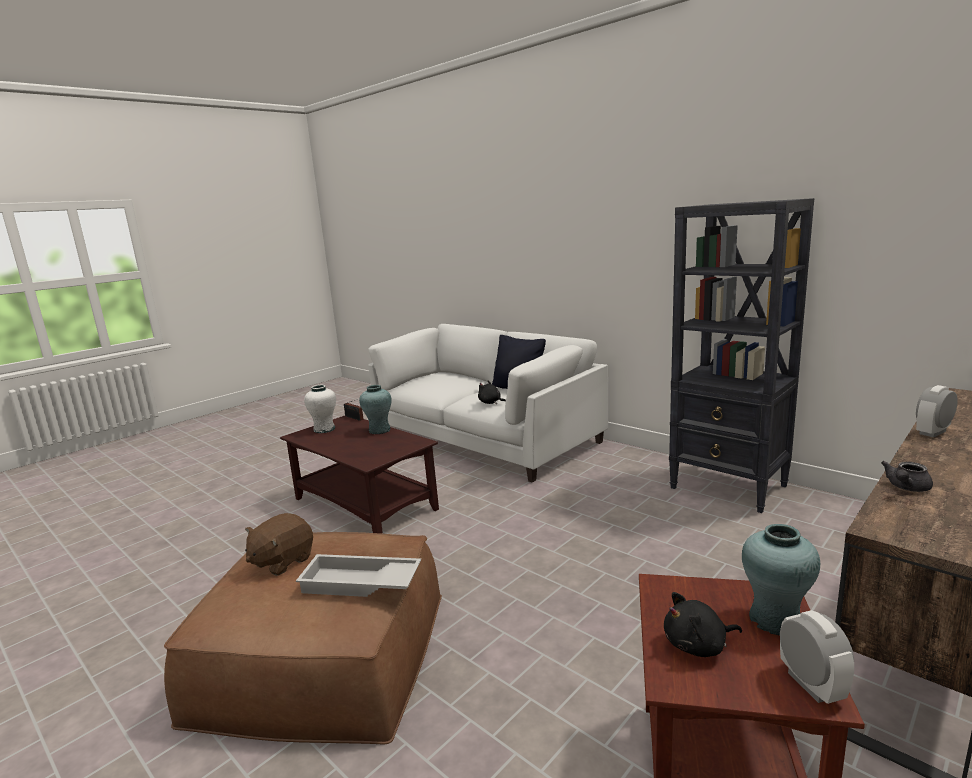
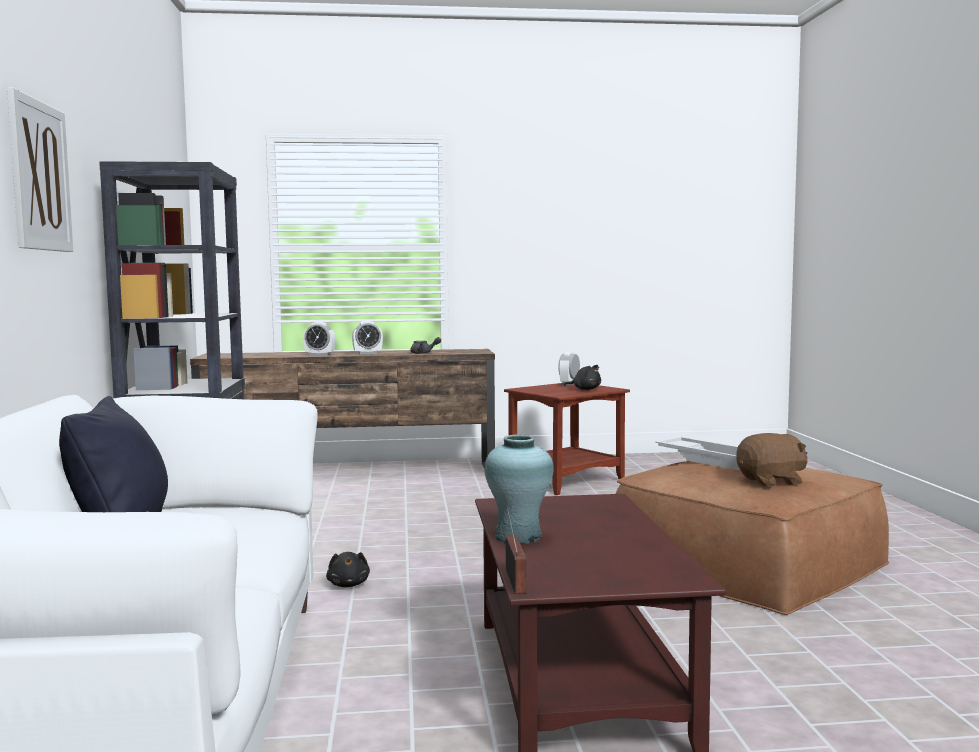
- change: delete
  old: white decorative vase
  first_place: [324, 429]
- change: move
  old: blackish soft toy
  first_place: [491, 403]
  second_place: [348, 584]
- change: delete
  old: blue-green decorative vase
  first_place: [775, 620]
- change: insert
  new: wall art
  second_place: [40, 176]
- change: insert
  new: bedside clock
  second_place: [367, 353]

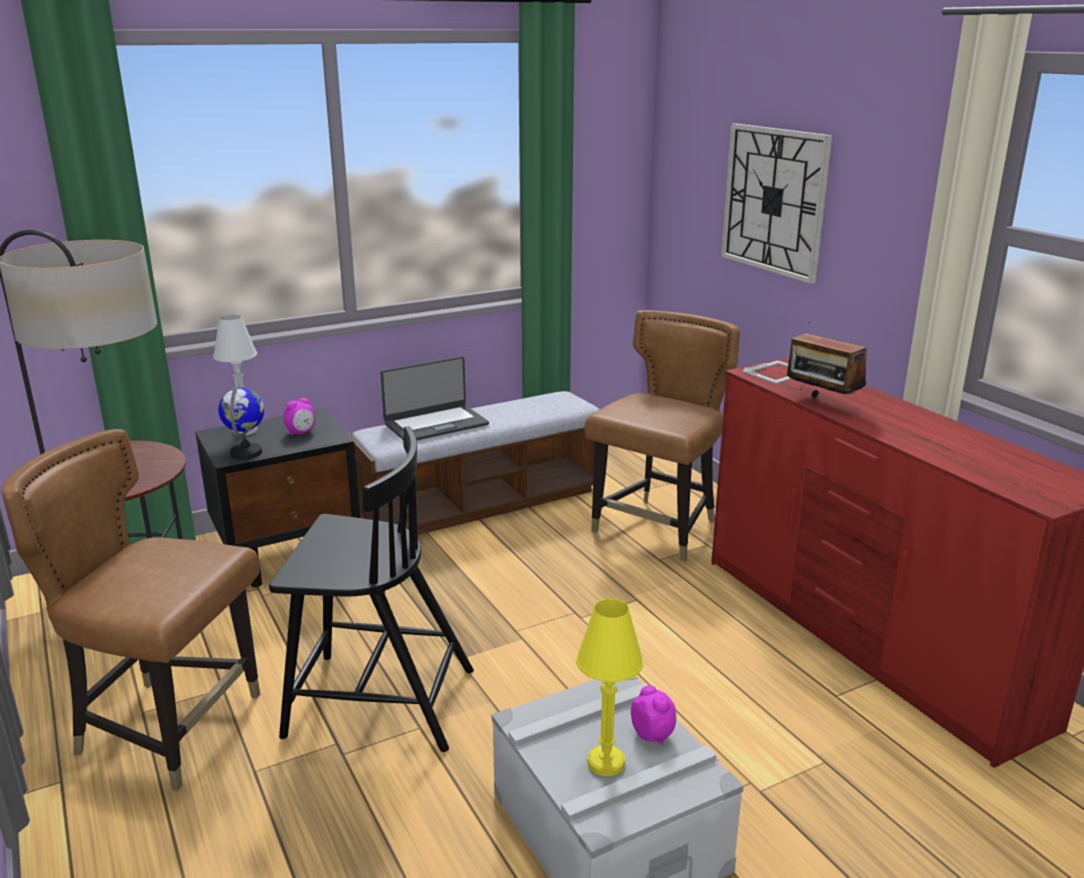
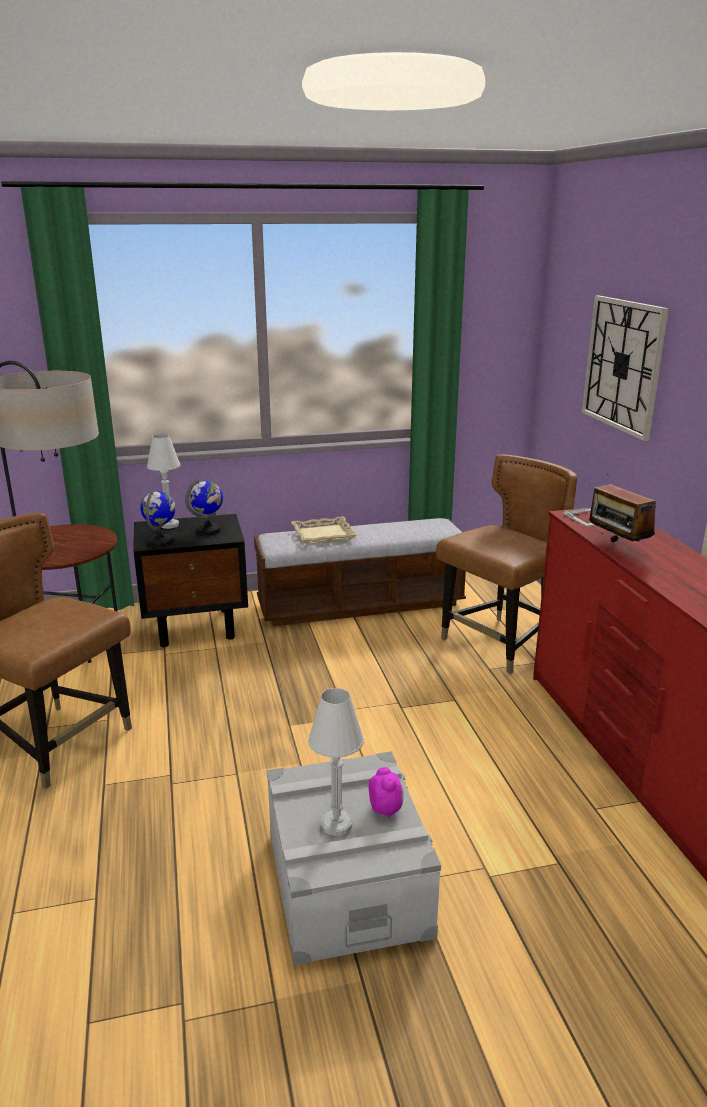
- change: delete
  old: blackish chair
  first_place: [377, 702]
- change: replace
  old: bedside clock
  new: world globe
  first_place: [301, 432]
  second_place: [208, 531]
- change: replace
  old: laptop
  new: sand-coloured carrying tray
  first_place: [435, 424]
  second_place: [323, 534]
- change: recolor
  old: yellowish table lamp
  new: white table lamp
  first_place: [606, 763]
  second_place: [336, 824]

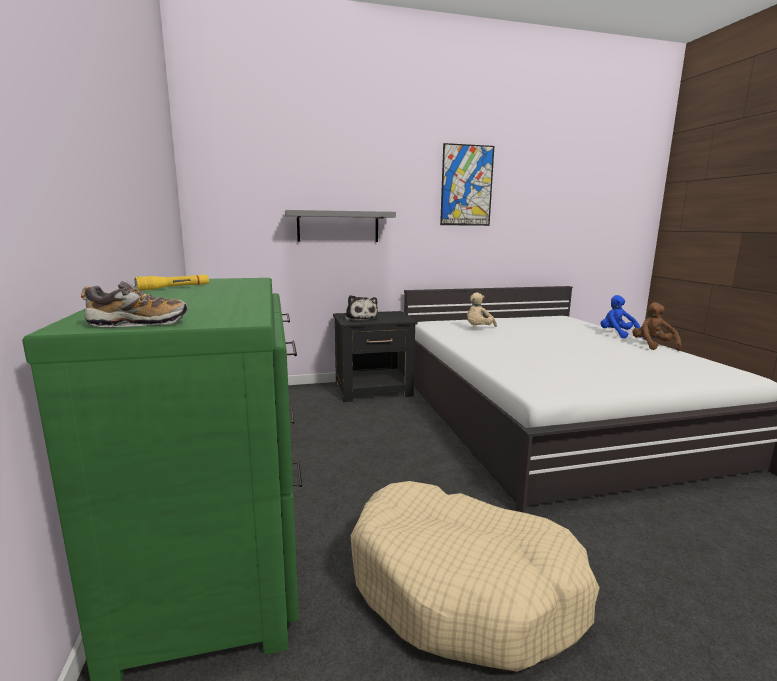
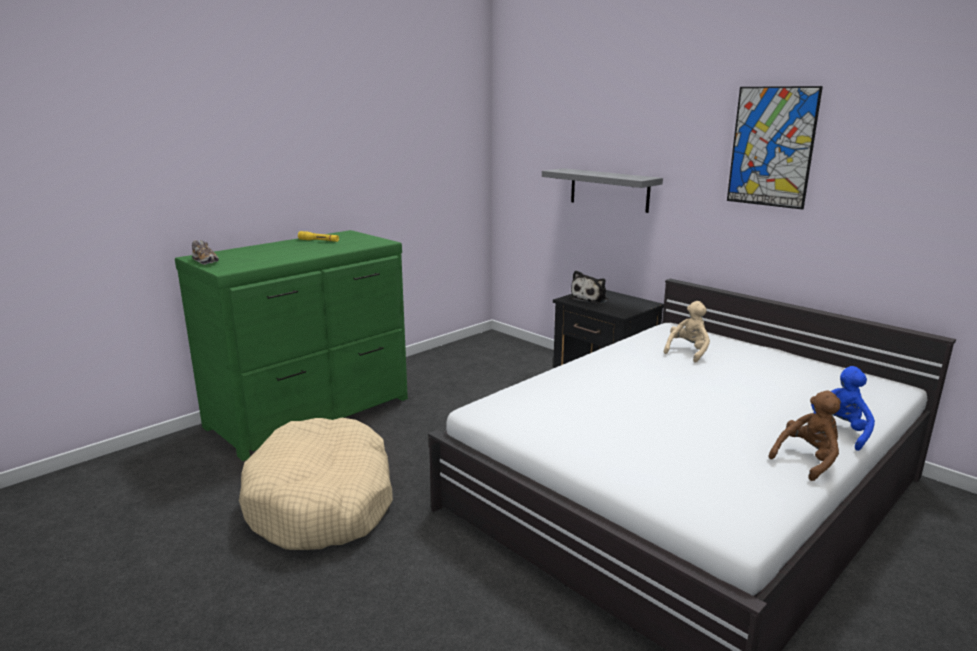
- change: rotate
  old: sand-coloured soft toy
  first_place: [478, 329]
  second_place: [688, 352]
  degrees: 120

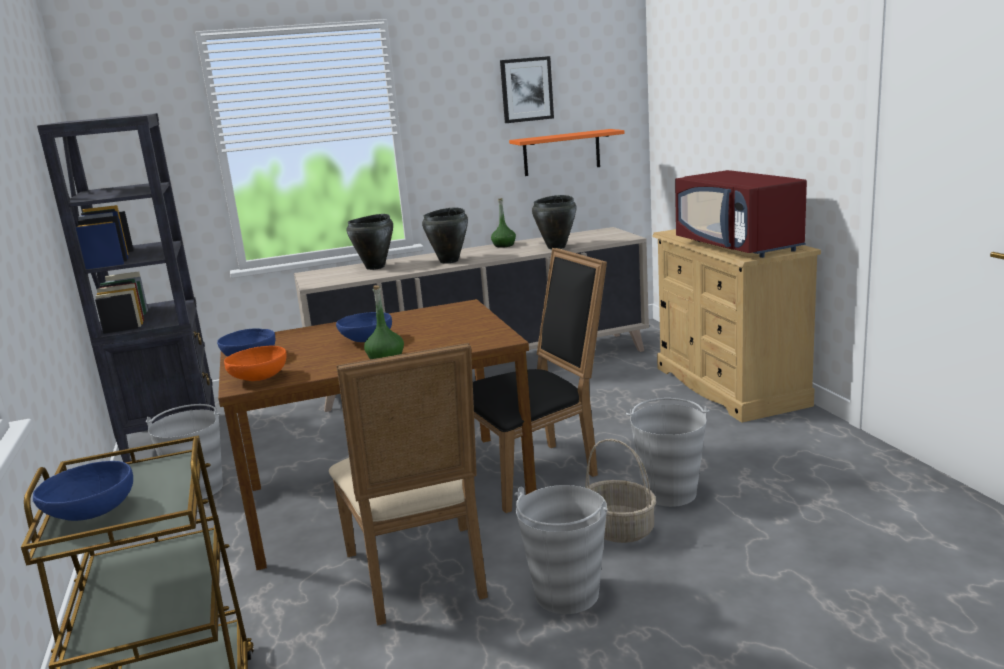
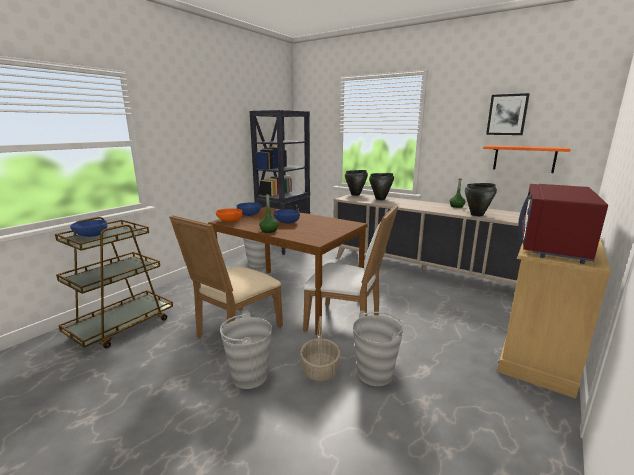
- change: move
  old: blackish cooking pot
  first_place: [449, 261]
  second_place: [355, 194]
- change: recolor
  old: blackish chair
  new: white chair
  first_place: [535, 472]
  second_place: [347, 323]

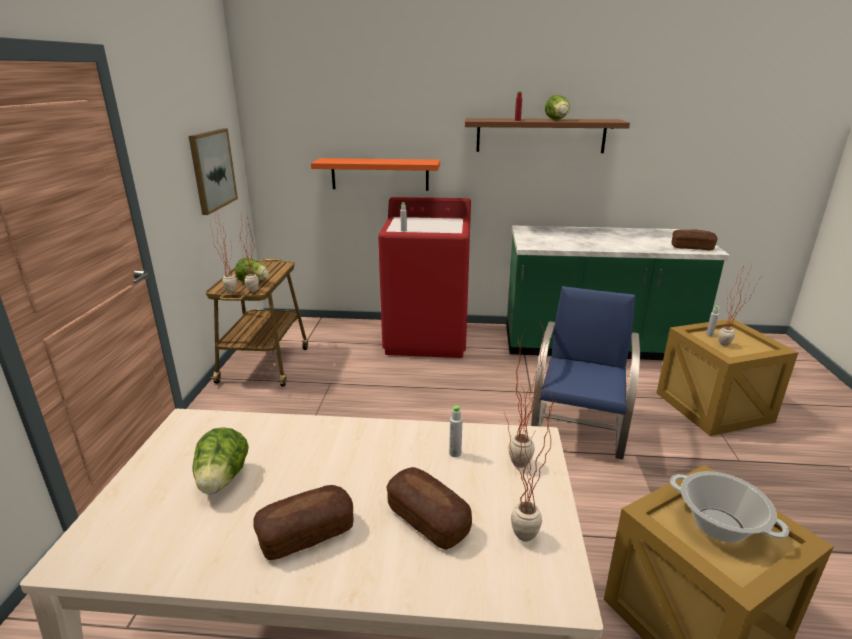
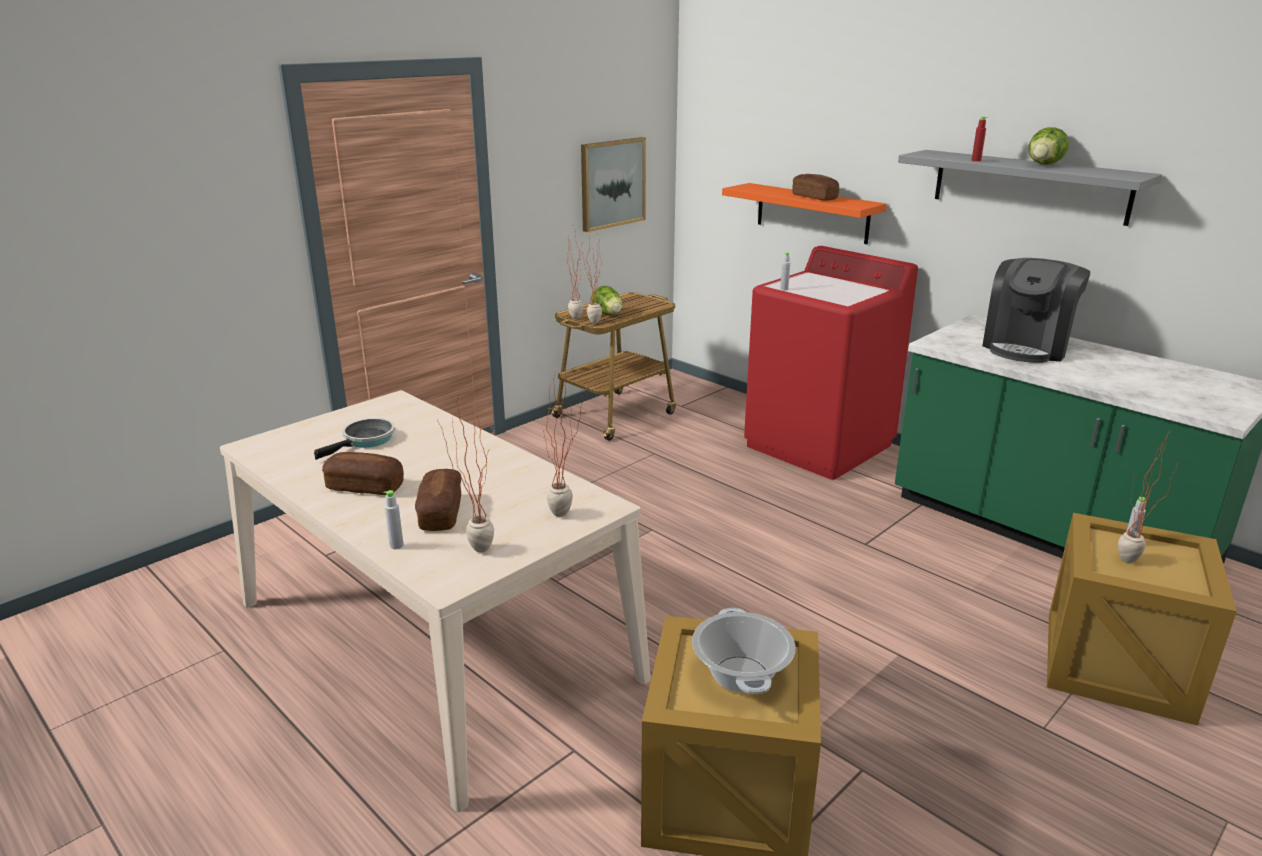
- change: replace
  old: head of lettuce
  new: skillet
  first_place: [222, 480]
  second_place: [366, 440]
- change: move
  old: greyish bottle
  first_place: [455, 453]
  second_place: [396, 546]
- change: recolor
  old: brown bracket shelf
  new: greyish bracket shelf
  first_place: [540, 135]
  second_place: [1029, 186]
- change: delete
  old: blue chair
  first_place: [579, 428]
- change: move
  old: bakery bread
  first_place: [692, 247]
  second_place: [814, 197]
- change: insert
  new: coffee brewer
  second_place: [1027, 347]

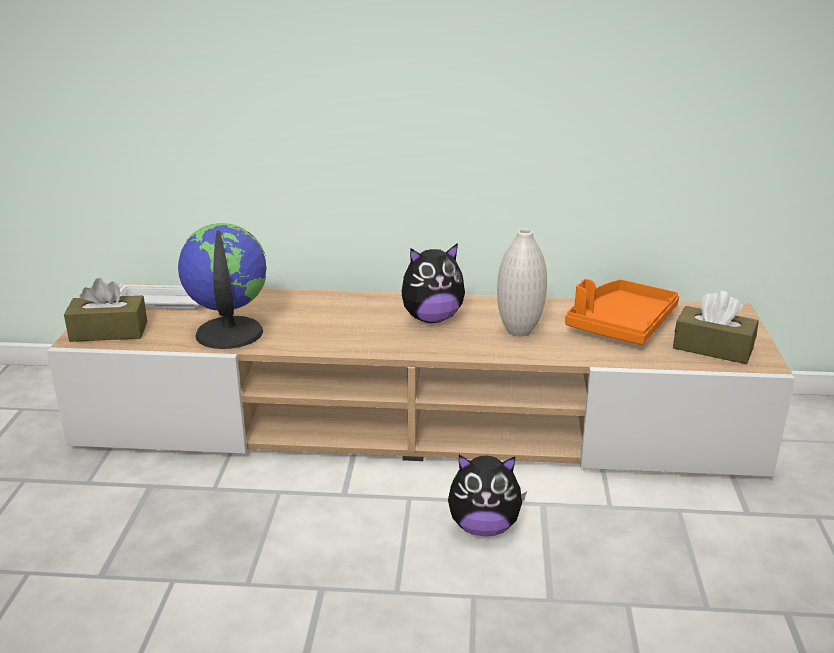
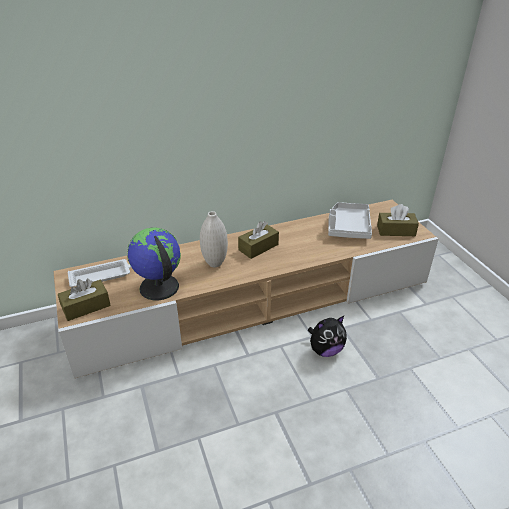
- change: replace
  old: soft toy
  new: brown box of tissues
  first_place: [431, 318]
  second_place: [258, 247]
- change: move
  old: white decorative vase
  first_place: [519, 331]
  second_place: [215, 263]
- change: recolor
  old: orange carrying tray
  new: greyish carrying tray
  first_place: [620, 324]
  second_place: [348, 227]

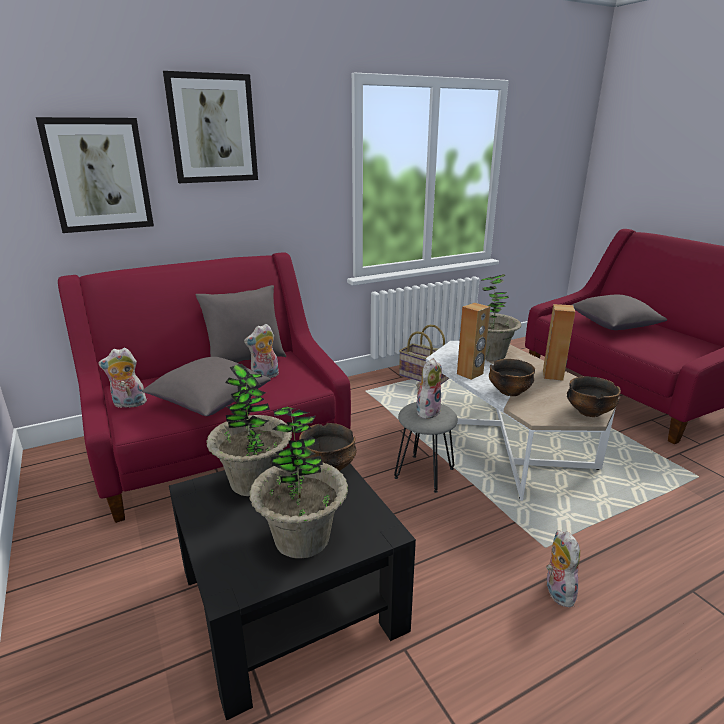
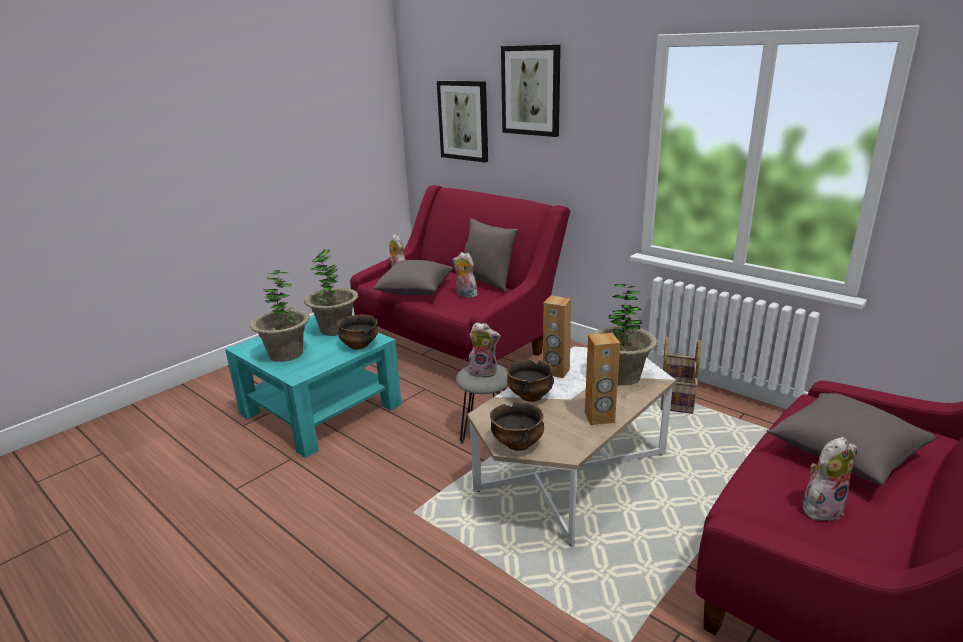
- change: recolor
  old: blackish lounge table
  new: blue-green lounge table
  first_place: [290, 599]
  second_place: [321, 409]
- change: move
  old: soft toy
  first_place: [556, 591]
  second_place: [821, 507]

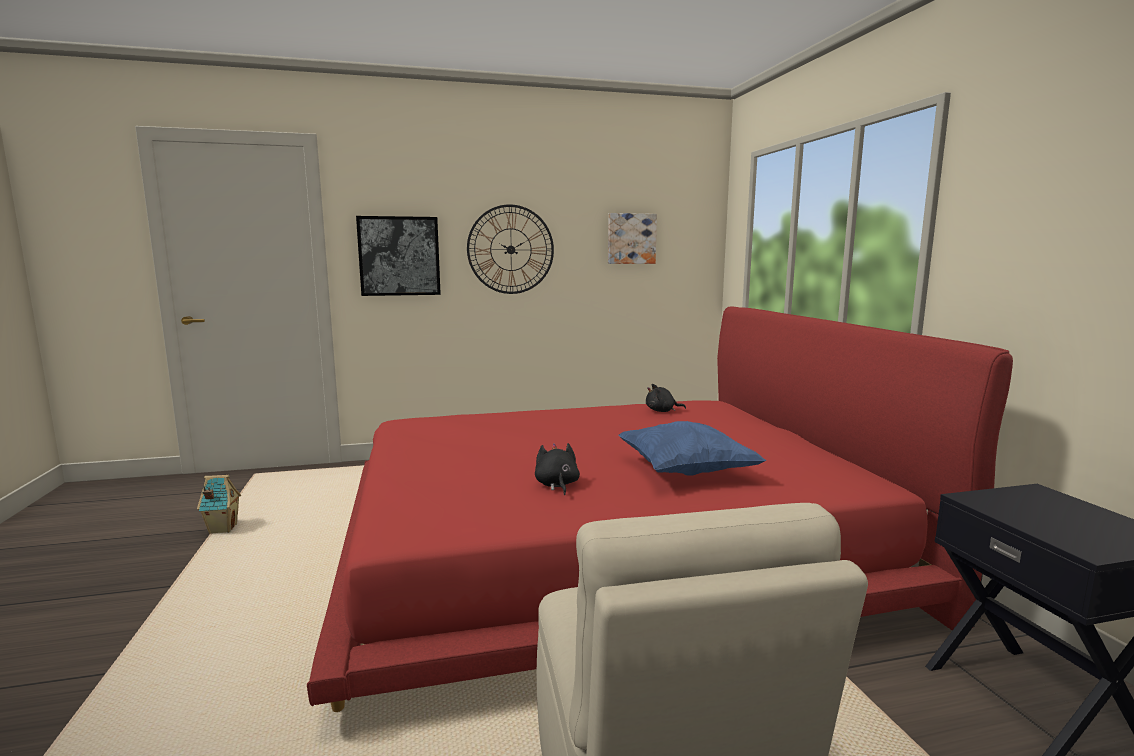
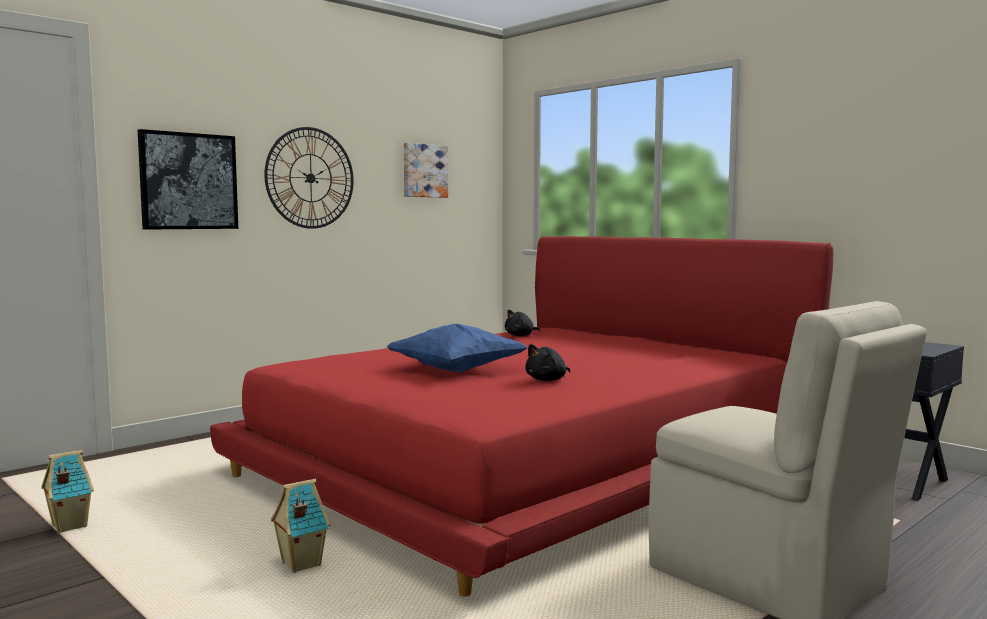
- change: rotate
  old: blackish soft toy
  first_place: [556, 485]
  second_place: [548, 380]
  degrees: -90
- change: move
  old: blue throw pillow
  first_place: [685, 471]
  second_place: [456, 371]
- change: insert
  new: toy house
  second_place: [300, 566]

